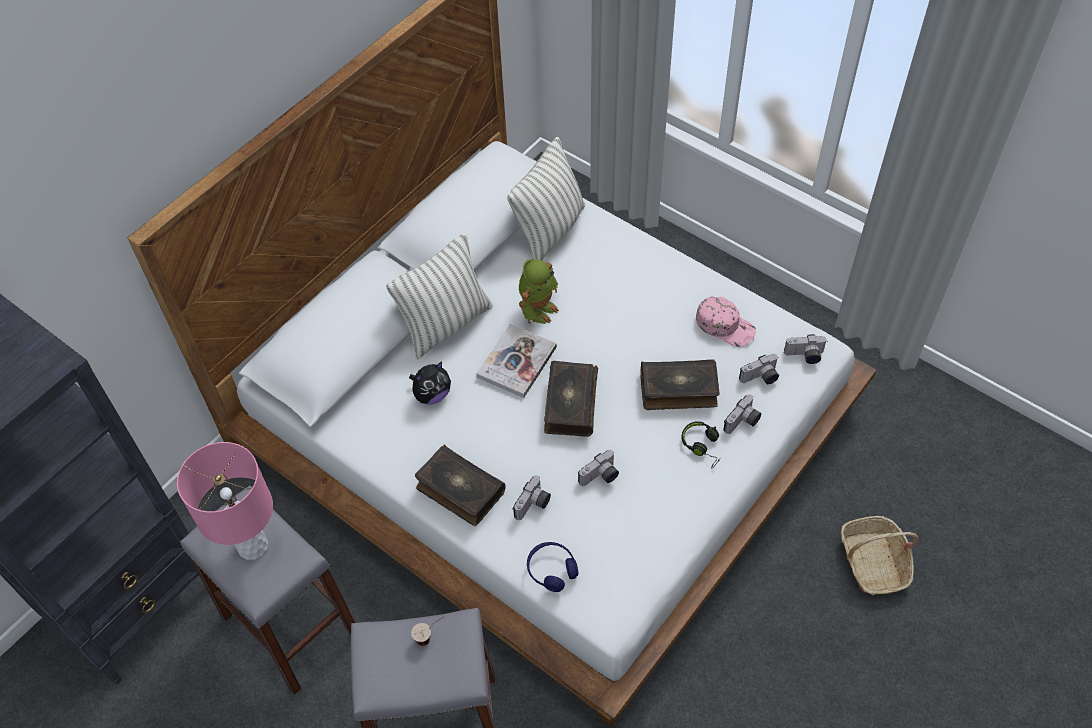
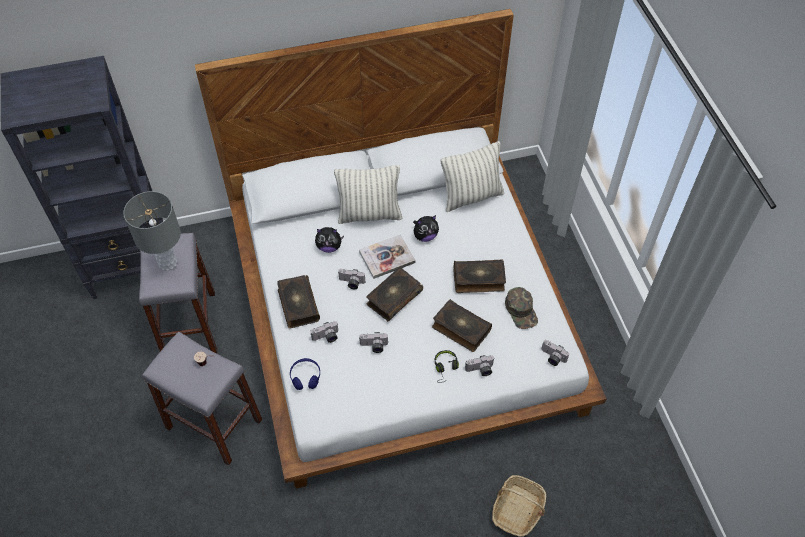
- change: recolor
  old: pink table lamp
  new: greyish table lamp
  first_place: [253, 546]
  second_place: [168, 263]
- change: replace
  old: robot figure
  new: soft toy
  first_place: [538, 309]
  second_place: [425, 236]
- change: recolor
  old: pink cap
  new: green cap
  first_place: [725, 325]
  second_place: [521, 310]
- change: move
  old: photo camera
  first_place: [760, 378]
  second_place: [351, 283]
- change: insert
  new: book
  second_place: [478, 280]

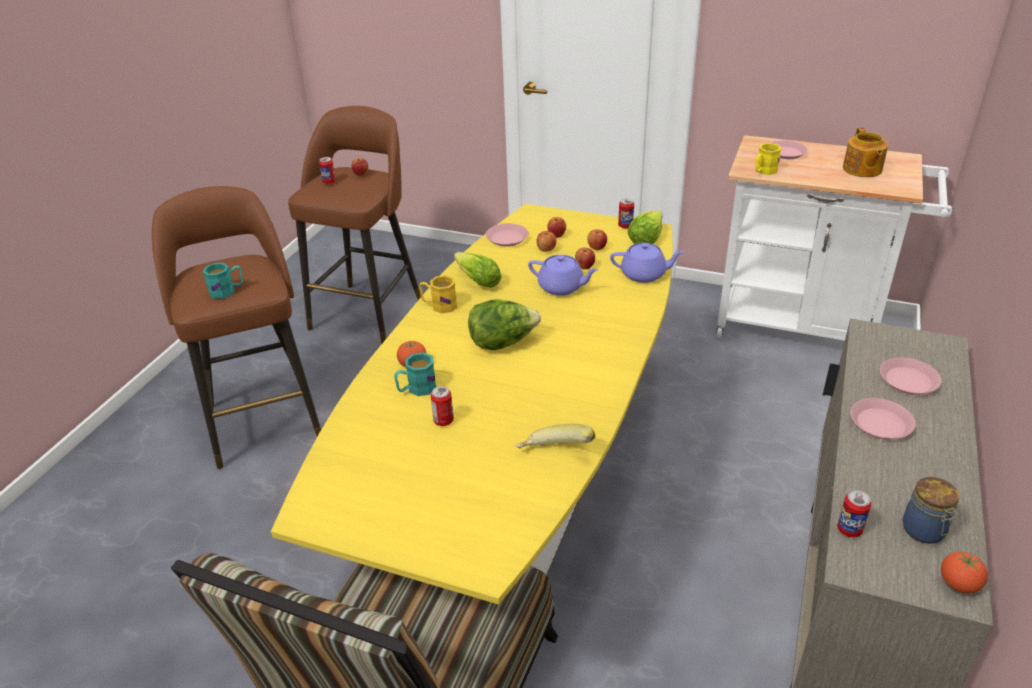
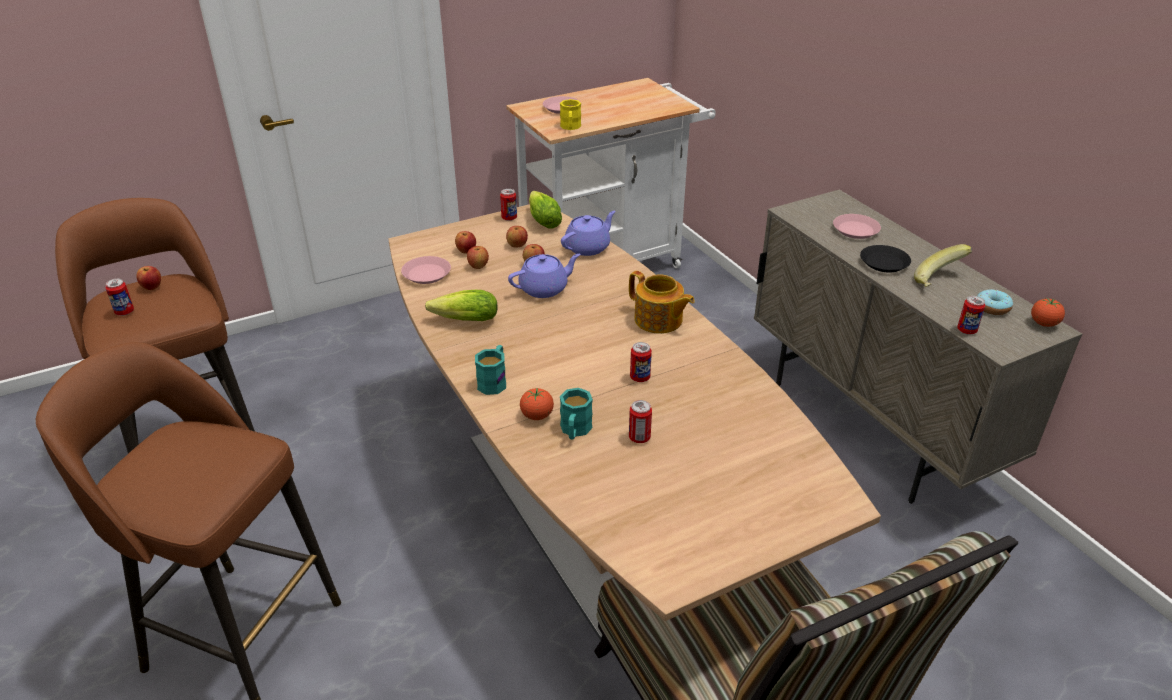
- change: move
  old: blue-green coffee mug
  first_place: [227, 291]
  second_place: [494, 381]
- change: recolor
  old: yellowish kitchen table
  new: brown kitchen table
  first_place: [522, 493]
  second_place: [585, 510]
- change: delete
  old: yellowish coffee mug
  first_place: [439, 305]
- change: delete
  old: head of lettuce
  first_place: [503, 343]
- change: move
  old: banana fruit
  first_place: [555, 455]
  second_place: [939, 281]
- change: move
  old: pot for tea
  first_place: [861, 170]
  second_place: [658, 320]
- change: recolor
  old: pink dinner plate
  new: blackish dinner plate
  first_place: [881, 423]
  second_place: [884, 262]
- change: replace
  old: jar
  new: donut
  first_place: [924, 531]
  second_place: [992, 308]
- change: insert
  new: sealed can
  second_place: [640, 378]

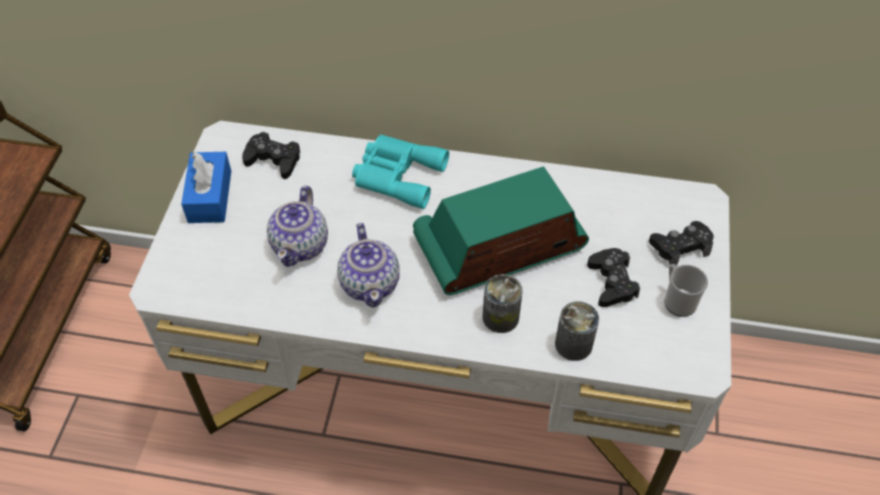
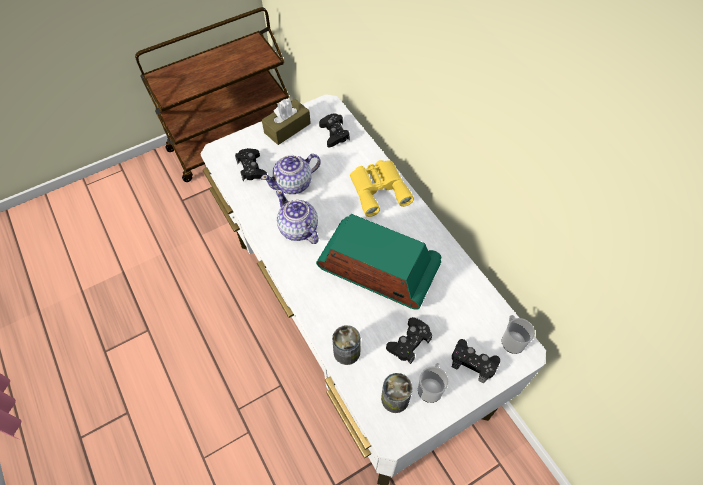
- change: recolor
  old: blue box of tissues
  new: brown box of tissues
  first_place: [210, 196]
  second_place: [287, 128]
- change: rotate
  old: pot for tea
  first_place: [370, 283]
  second_place: [298, 229]
  degrees: 105
- change: recolor
  old: blue-green pair of binoculars
  new: yellowish pair of binoculars
  first_place: [397, 175]
  second_place: [379, 189]
- change: move
  old: sealed can
  first_place: [500, 317]
  second_place: [395, 398]
- change: insert
  new: blackish joypad
  second_place: [251, 168]
- change: insert
  new: coffee mug
  second_place: [512, 340]

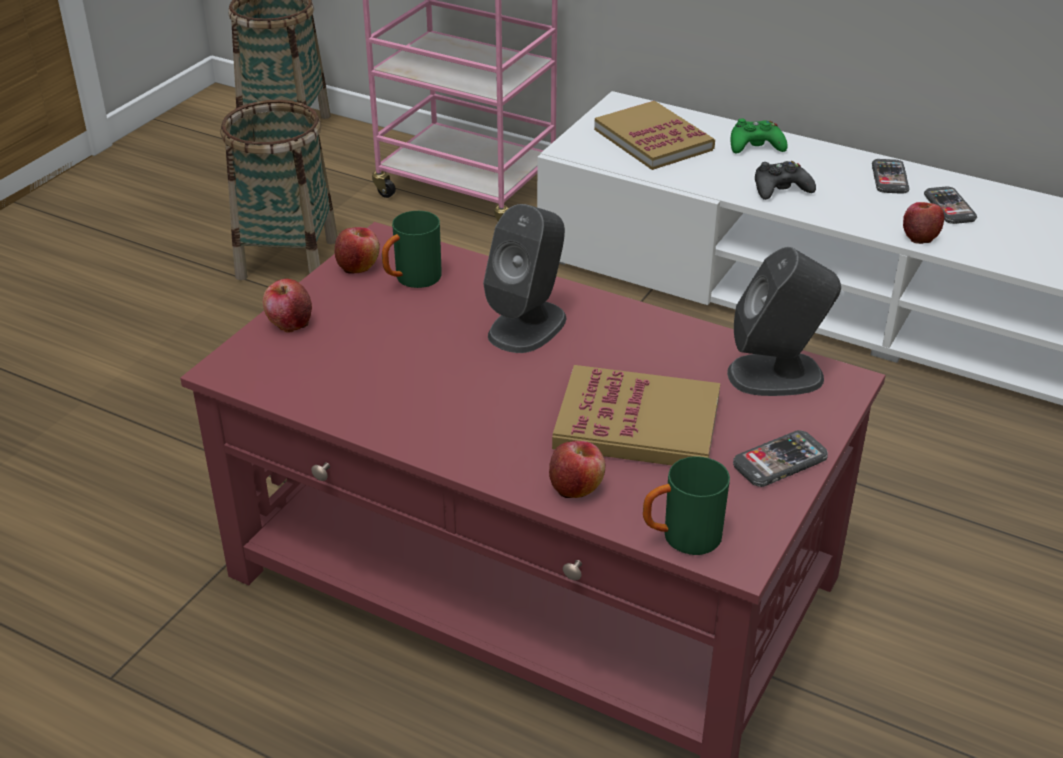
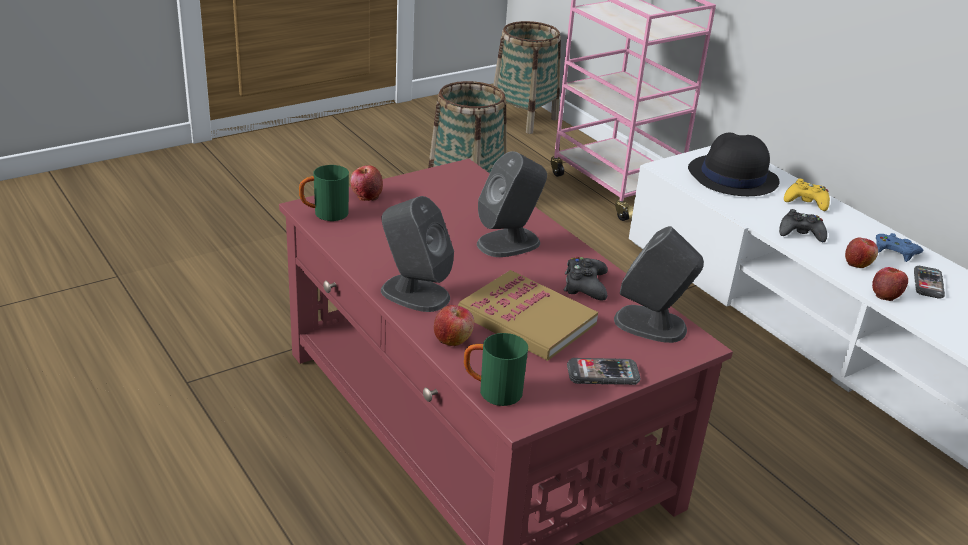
- change: move
  old: apple
  first_place: [358, 266]
  second_place: [858, 263]
- change: move
  old: green coffee mug
  first_place: [411, 280]
  second_place: [324, 214]
- change: replace
  old: book
  new: blackish hat
  first_place: [653, 139]
  second_place: [732, 177]
- change: recolor
  old: green joypad
  new: yellowish joypad
  first_place: [755, 146]
  second_place: [806, 202]
- change: replace
  old: handset
  new: blue joypad
  first_place: [889, 178]
  second_place: [895, 251]
- change: insert
  new: greyish speaker
  second_place: [414, 293]
- change: insert
  new: blackish joypad
  second_place: [585, 285]

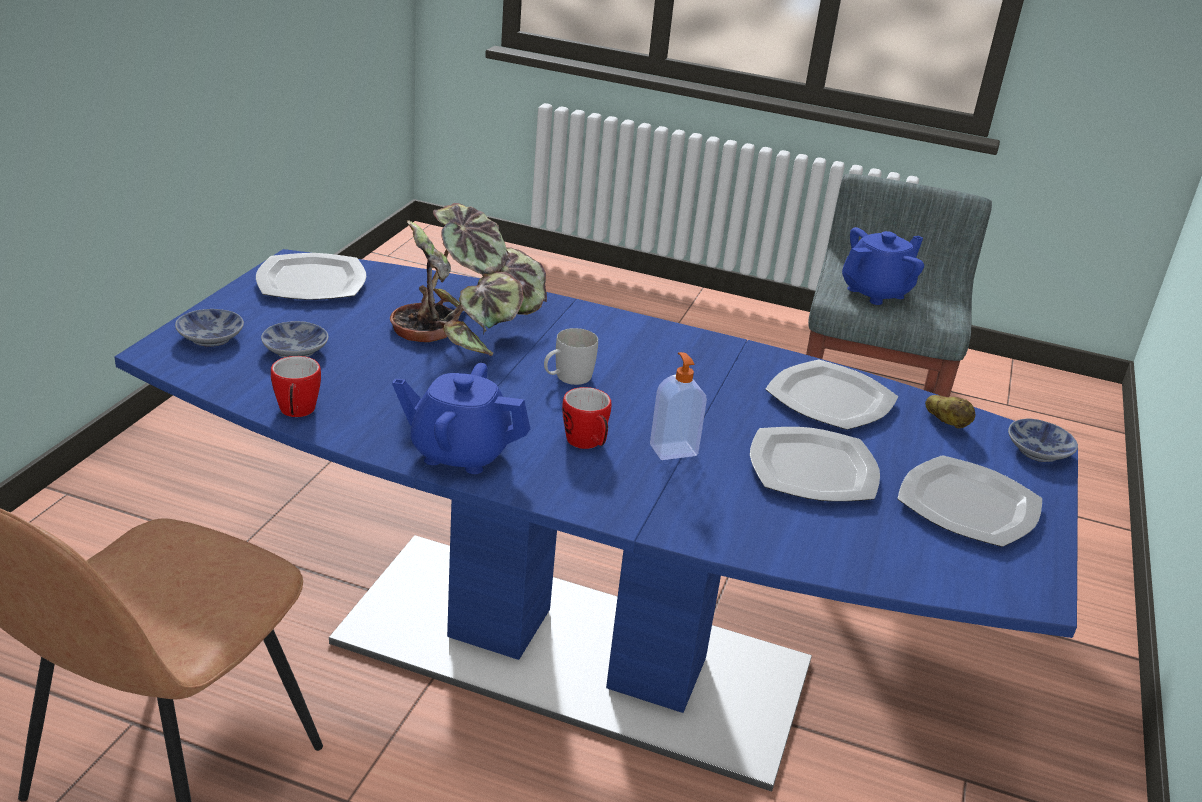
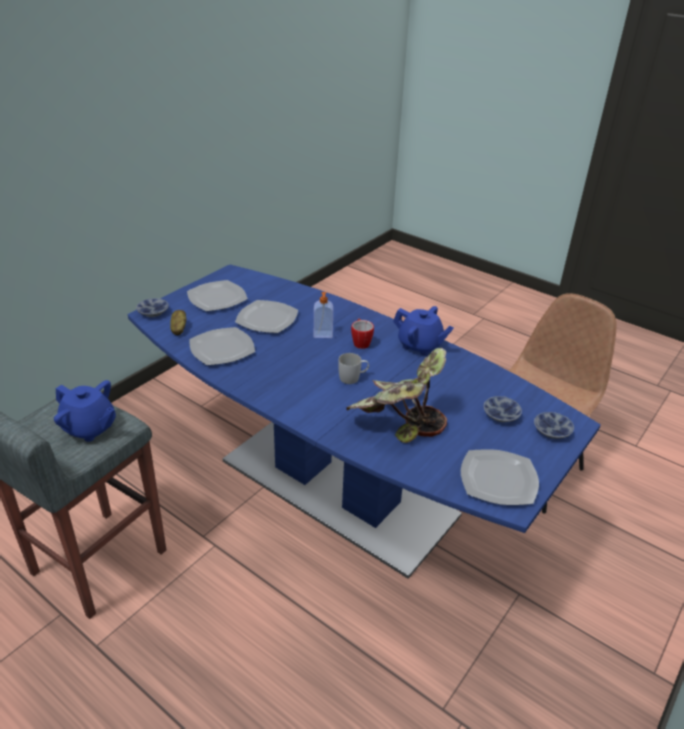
- change: delete
  old: coffee mug
  first_place: [296, 413]
- change: rotate
  old: blue pot for tea
  first_place: [876, 292]
  second_place: [89, 428]
  degrees: -135

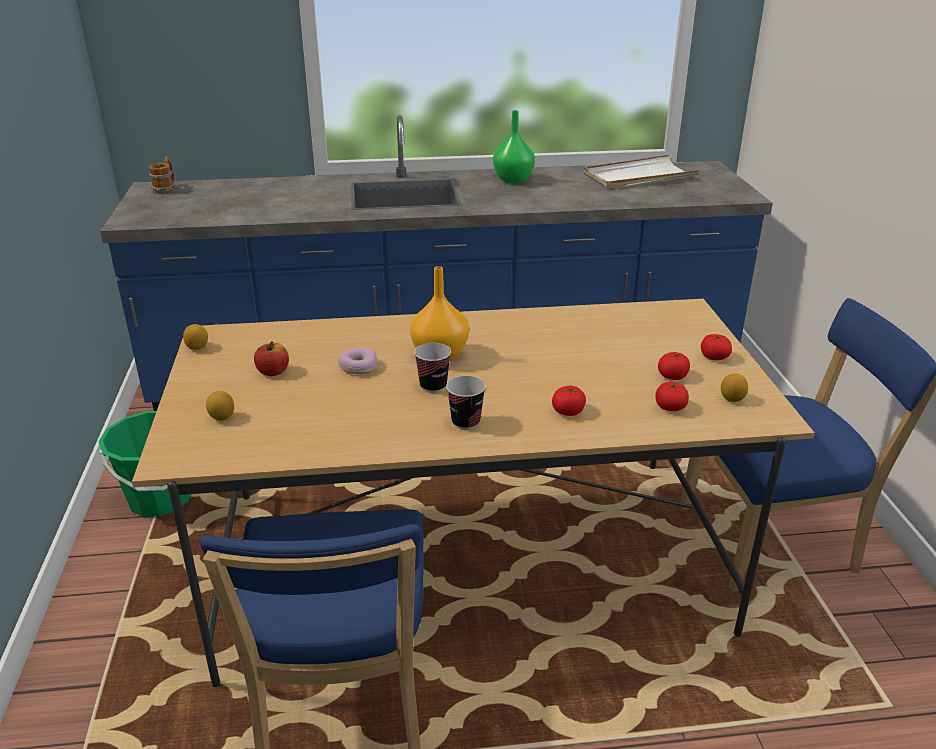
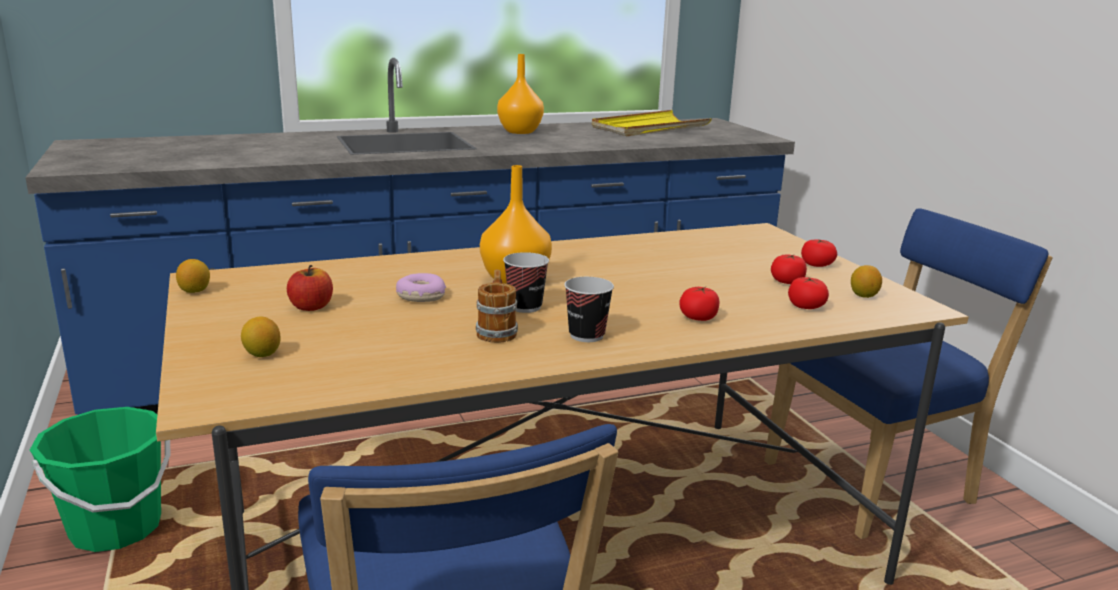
- change: move
  old: coffee mug
  first_place: [166, 189]
  second_place: [496, 331]
- change: recolor
  old: green decorative vase
  new: orange decorative vase
  first_place: [513, 180]
  second_place: [519, 131]
- change: recolor
  old: white carrying tray
  new: yellowish carrying tray
  first_place: [639, 177]
  second_place: [649, 128]

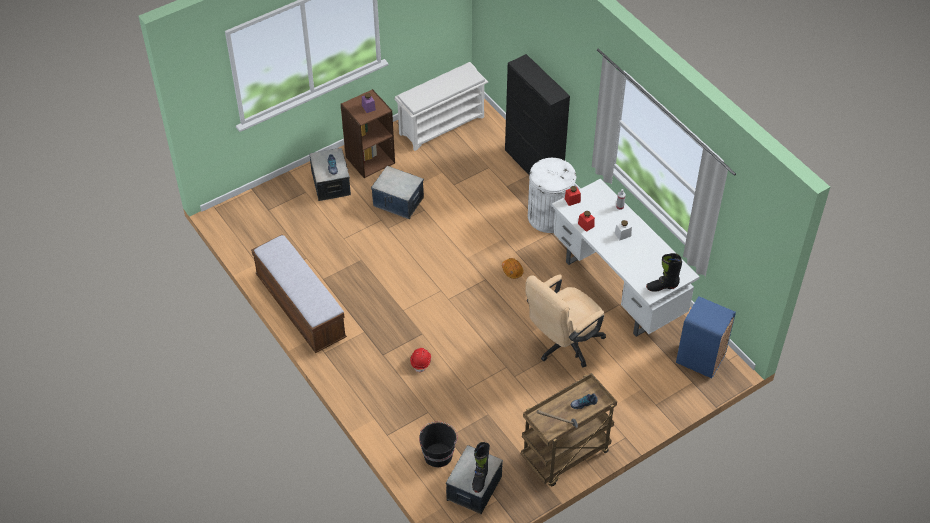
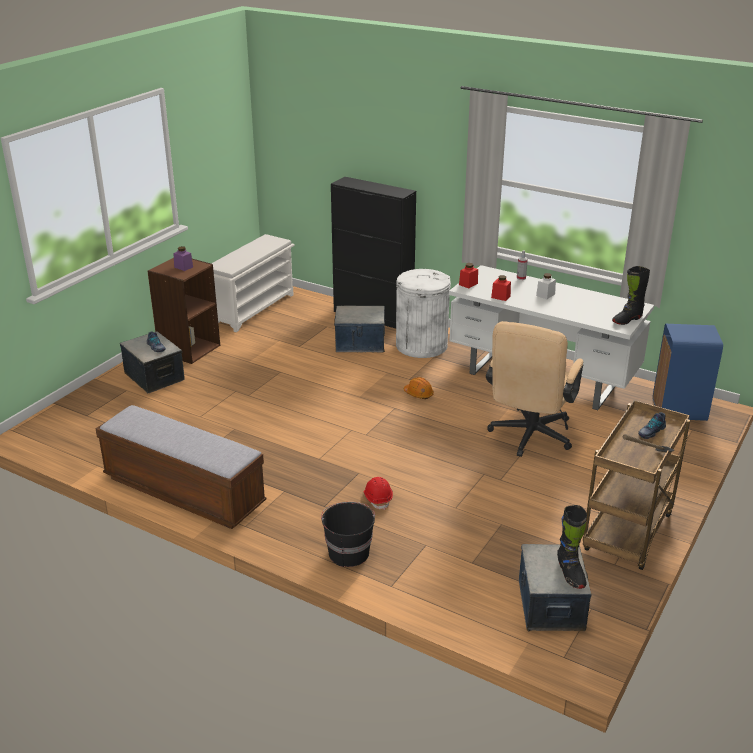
- change: move
  old: storage container
  first_place: [398, 202]
  second_place: [360, 343]
- change: move
  old: blackish bucket
  first_place: [438, 454]
  second_place: [348, 552]

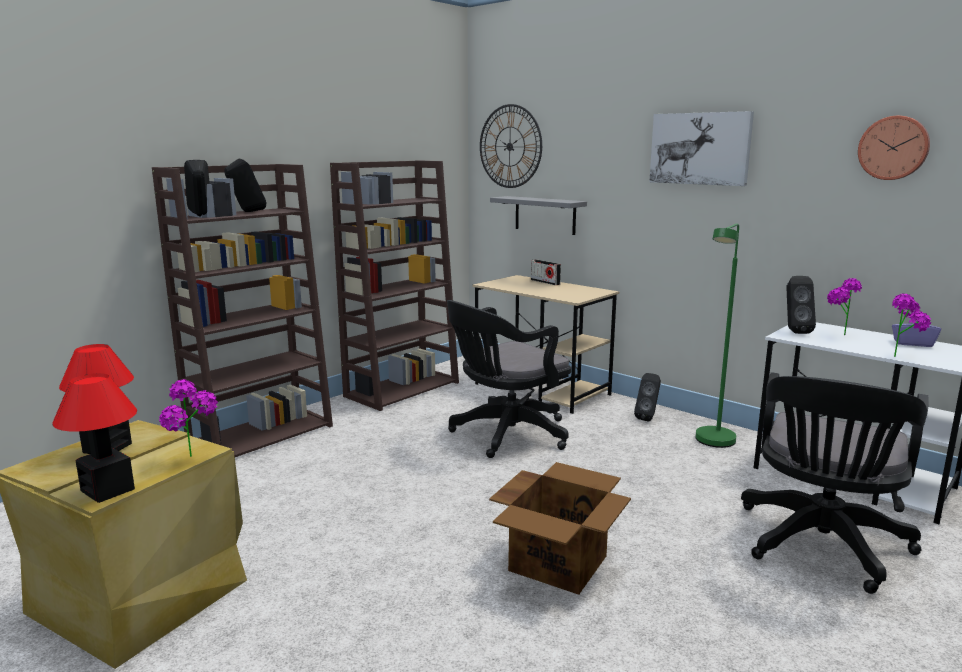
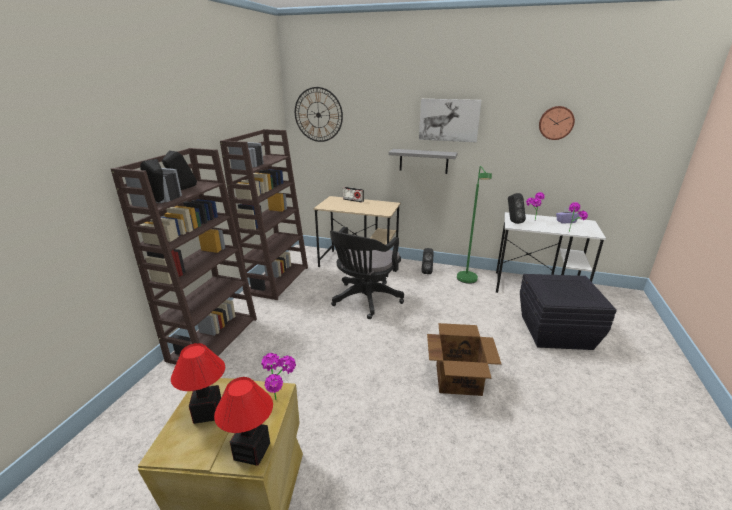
- change: move
  old: greyish bracket shelf
  first_place: [545, 215]
  second_place: [423, 161]
- change: replace
  old: blackish office chair
  new: blackish storage container
  first_place: [821, 546]
  second_place: [554, 331]

